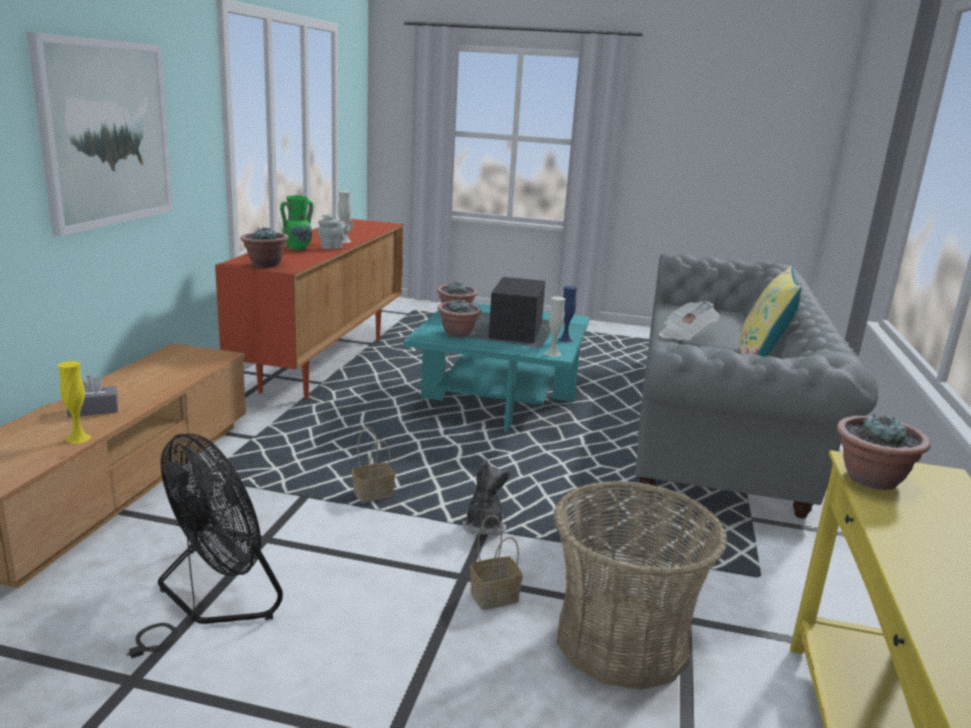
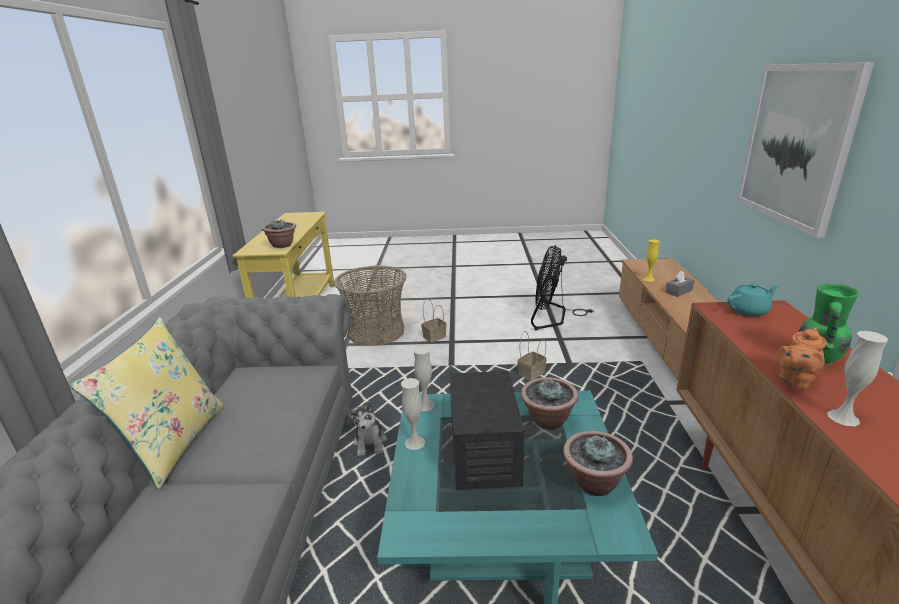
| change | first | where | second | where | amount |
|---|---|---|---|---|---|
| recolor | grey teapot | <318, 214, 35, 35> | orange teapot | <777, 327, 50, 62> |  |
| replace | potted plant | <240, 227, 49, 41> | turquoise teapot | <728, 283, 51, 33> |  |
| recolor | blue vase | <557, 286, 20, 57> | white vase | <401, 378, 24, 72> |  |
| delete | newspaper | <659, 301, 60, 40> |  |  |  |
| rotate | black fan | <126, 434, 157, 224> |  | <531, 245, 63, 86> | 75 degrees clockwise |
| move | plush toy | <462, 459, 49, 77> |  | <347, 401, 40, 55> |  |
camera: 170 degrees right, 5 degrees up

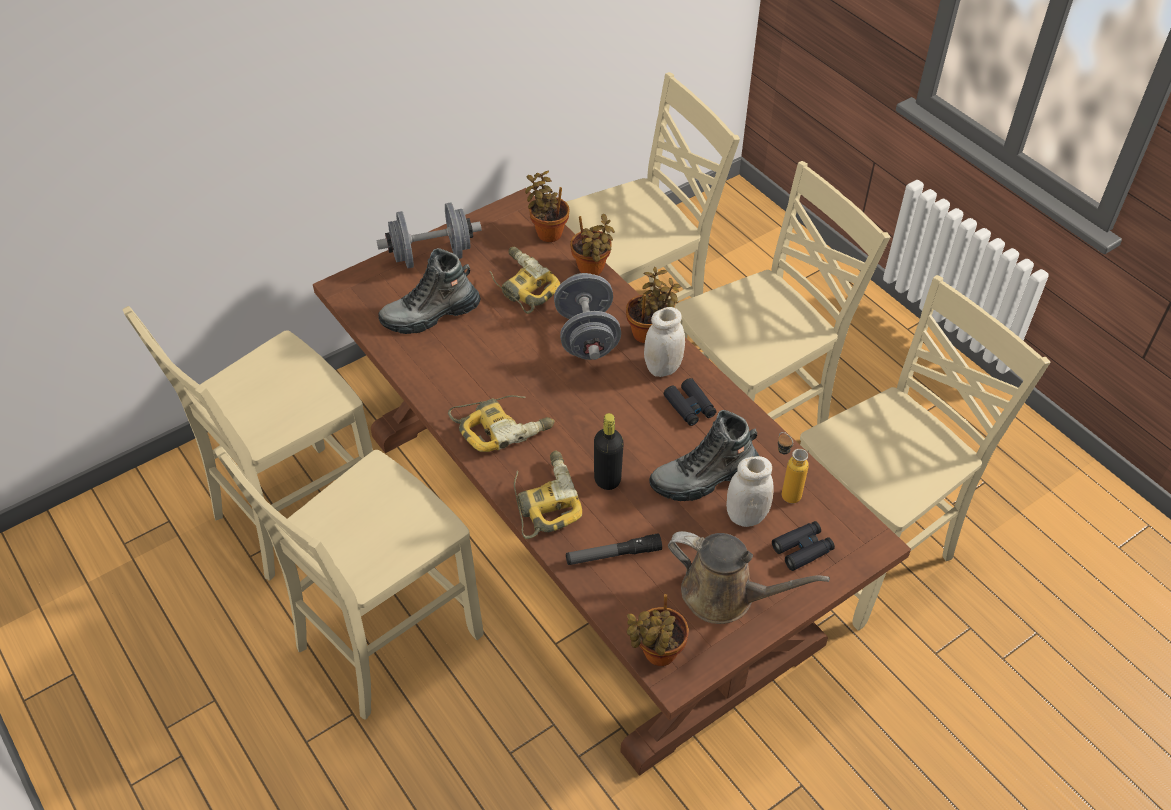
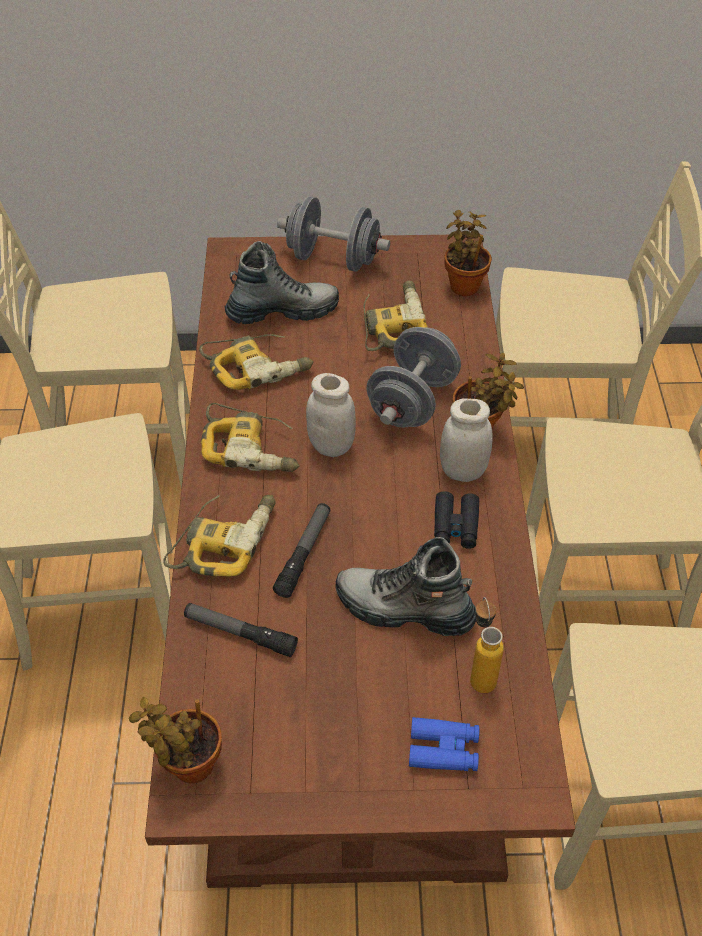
| change | first | where | second | where | amount |
|---|---|---|---|---|---|
| delete | potted plant | <570, 214, 45, 61> |  |  |  |
| rotate | boot | <378, 248, 103, 86> |  | <225, 241, 114, 83> | 150 degrees clockwise |
| replace | black bottle | <594, 413, 30, 77> | flashlight | <273, 503, 57, 95> |  |
| move | white jar | <726, 456, 48, 71> |  | <306, 373, 50, 84> |  |
| recolor | black binoculars | <772, 521, 63, 50> | blue binoculars | <409, 717, 70, 54> |  |
| delete | brown watering can | <668, 531, 162, 93> |  |  |  |
| insert |  |  | power drill | <199, 334, 115, 56> |  |
camera: 35 degrees right, 0 degrees up

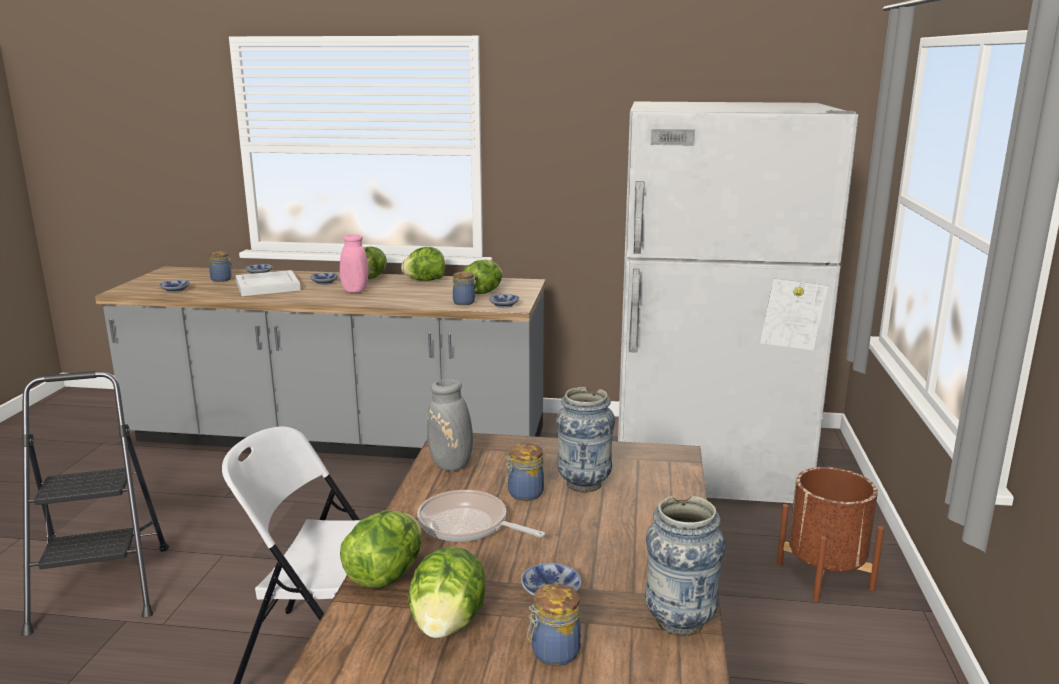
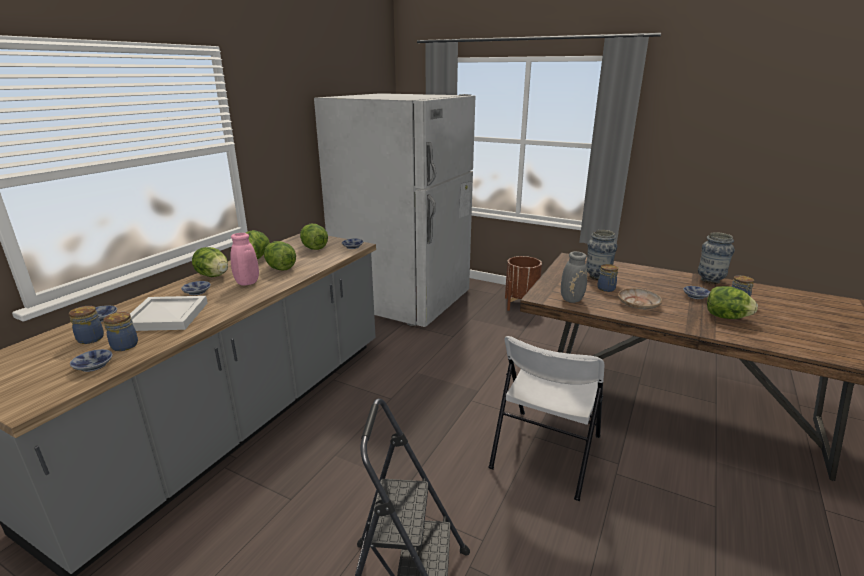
| change | first | where | second | where | amount |
|---|---|---|---|---|---|
| move | jar | <453, 272, 24, 33> |  | <103, 312, 35, 39> |  |
| replace | frying pan | <417, 490, 128, 52> | beige plate | <618, 288, 44, 21> |  |
| move | lettuce | <340, 510, 81, 79> |  | <264, 241, 32, 30> |  |
camera: 70 degrees left, 5 degrees up

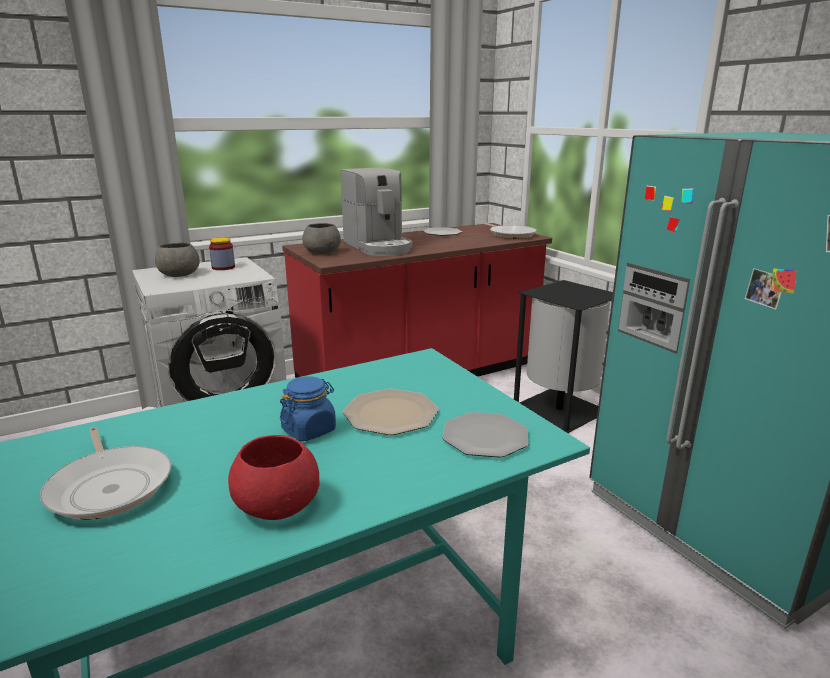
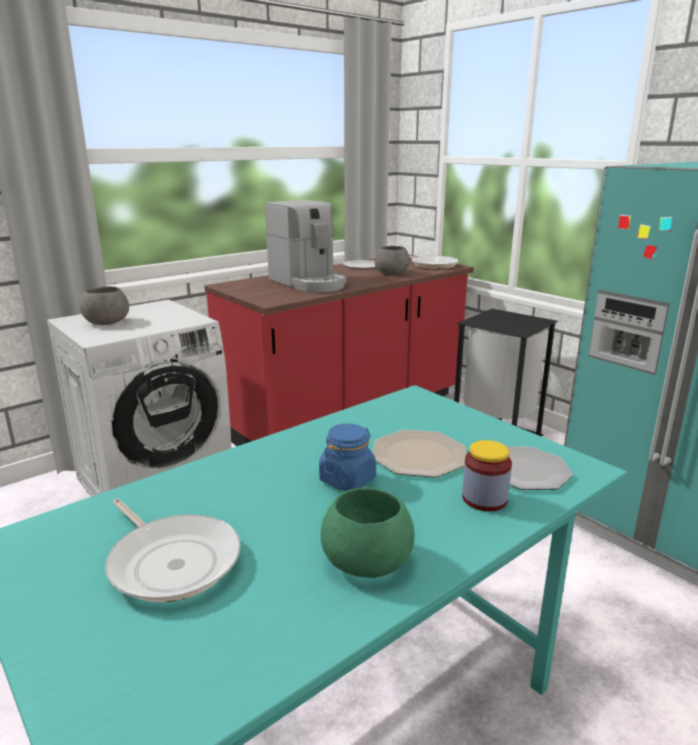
| change | first | where | second | where | amount |
|---|---|---|---|---|---|
| move | grey bowl | <302, 223, 39, 31> |  | <374, 246, 36, 29> |  |
| move | jar | <209, 237, 26, 33> |  | <462, 440, 50, 71> |  |
| recolor | red bowl | <228, 435, 92, 85> | green bowl | <320, 487, 95, 91> |  |
camera: 10 degrees left, 0 degrees up

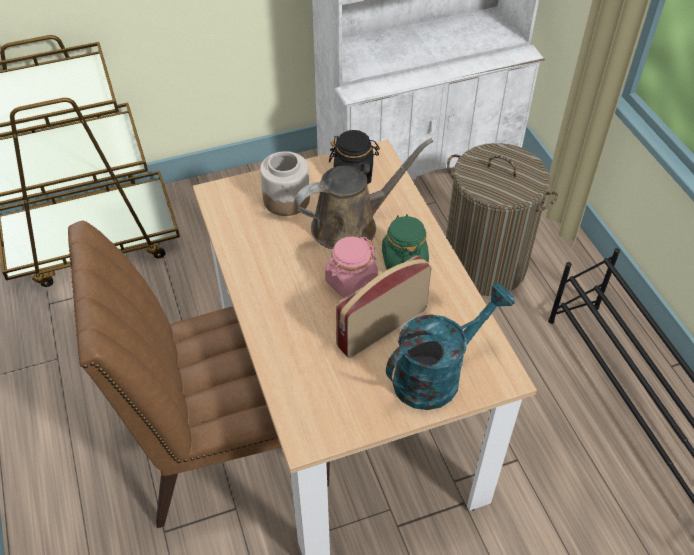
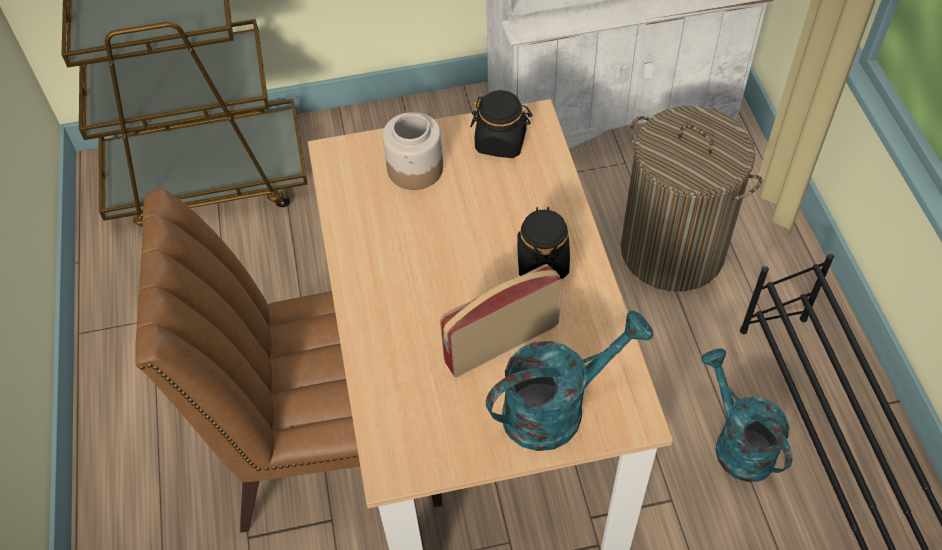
| change | first | where | second | where | amount |
|---|---|---|---|---|---|
| delete | brown watering can | <295, 138, 138, 111> |  |  |  |
| recolor | green jar | <382, 215, 47, 55> | black jar | <517, 207, 53, 72> |  |
| delete | pink jar | <325, 236, 53, 62> |  |  |  |
| insert |  |  | turquoise watering can | <701, 348, 92, 134> |  |
camera: 10 degrees right, 5 degrees up

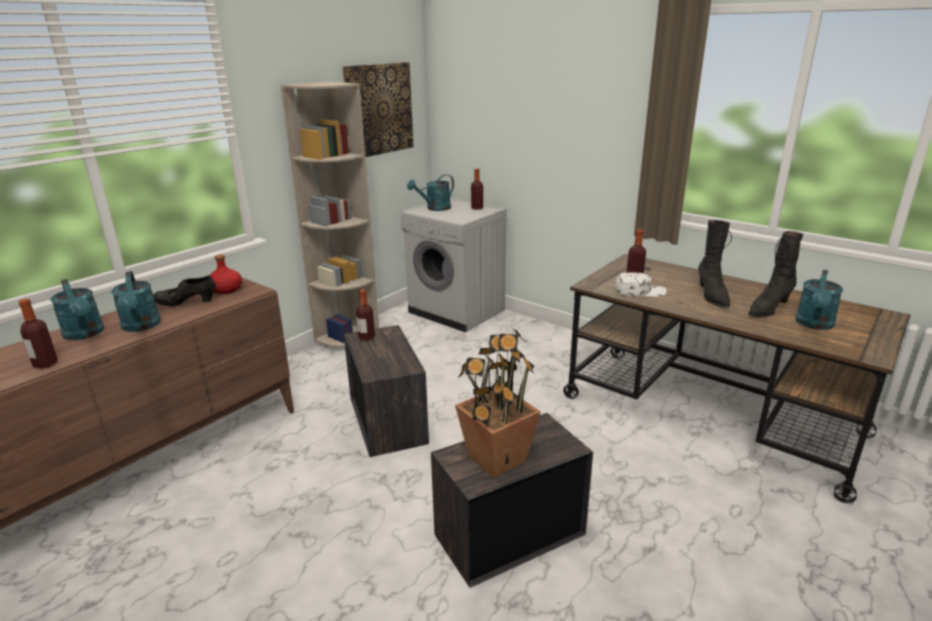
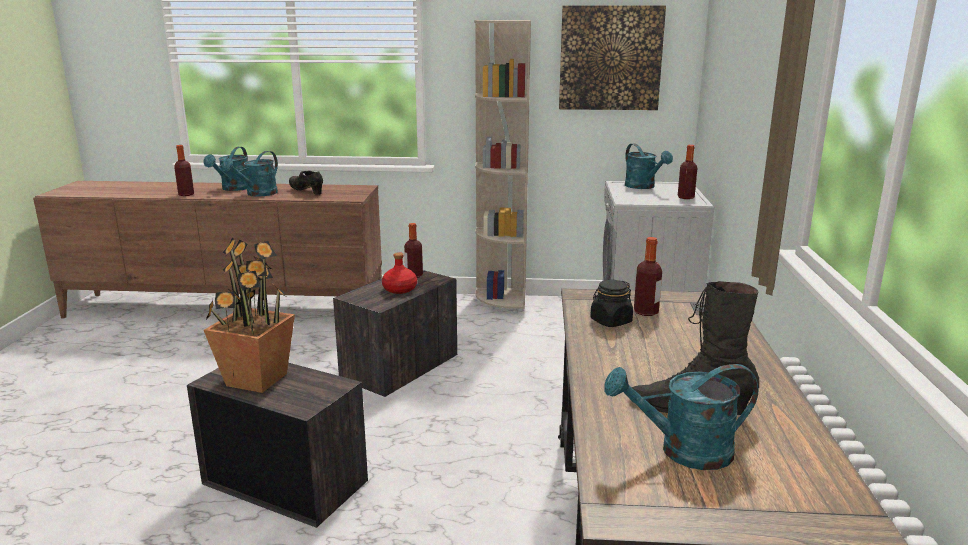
| change | first | where | second | where | amount |
|---|---|---|---|---|---|
| rotate | turquoise watering can | <407, 174, 47, 37> |  | <625, 144, 48, 45> | 135 degrees counterclockwise |
| delete | black boot | <698, 220, 34, 87> |  |  |  |
| move | red bottle | <210, 254, 32, 40> |  | <382, 252, 35, 42> |  |
| replace | white cap | <615, 272, 52, 25> | black jar | <590, 280, 43, 47> |  |
camera: 55 degrees right, 5 degrees down

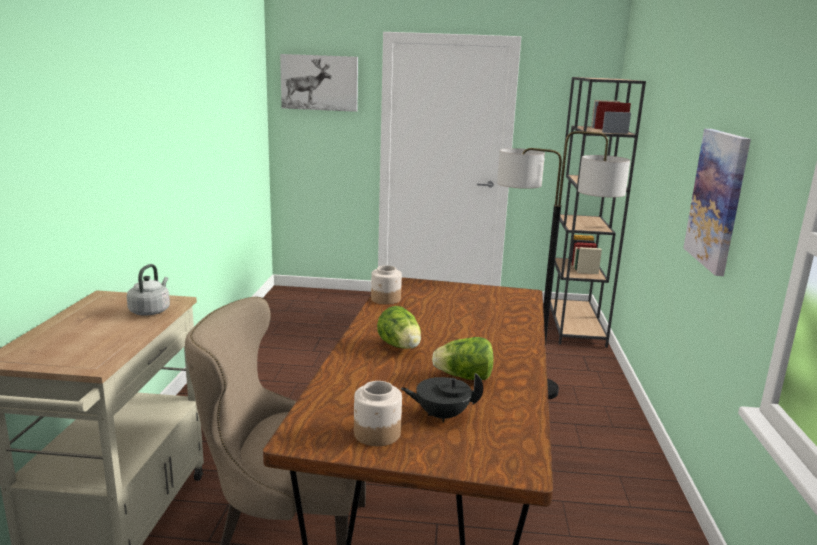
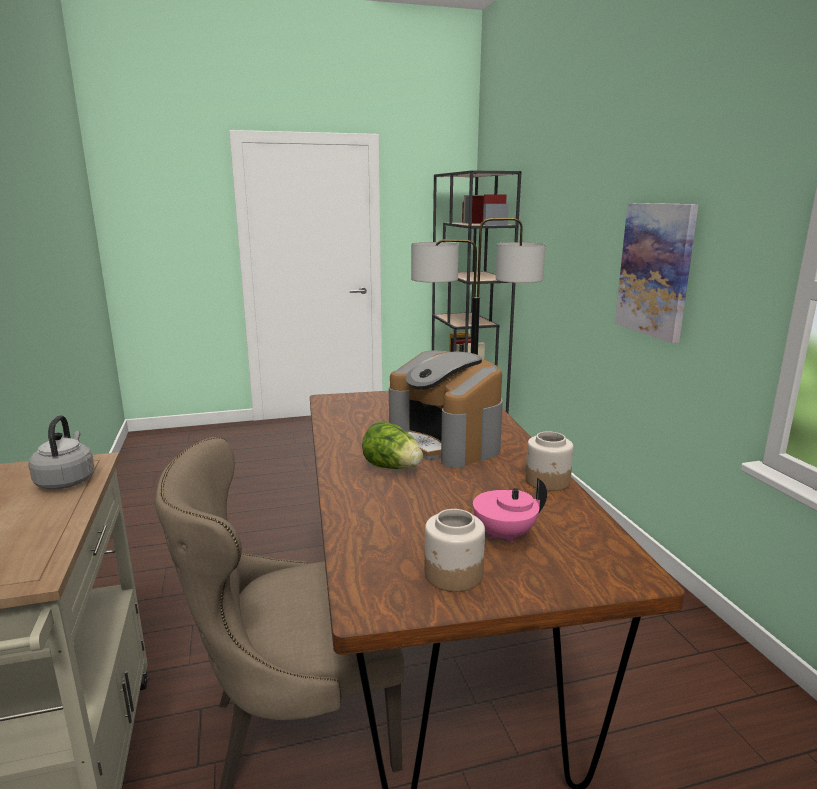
| change | first | where | second | where | amount |
|---|---|---|---|---|---|
| delete | picture | <280, 54, 78, 58> |  |  |  |
| move | jar | <371, 265, 31, 40> |  | <525, 431, 49, 60> |  |
| delete | lettuce | <432, 337, 62, 43> |  |  |  |
| recolor | black teapot | <401, 373, 82, 50> | pink teapot | <473, 478, 74, 65> |  |
| insert |  |  | coffee machine | <389, 351, 114, 117> |  |
camera: 20 degrees left, 0 degrees up

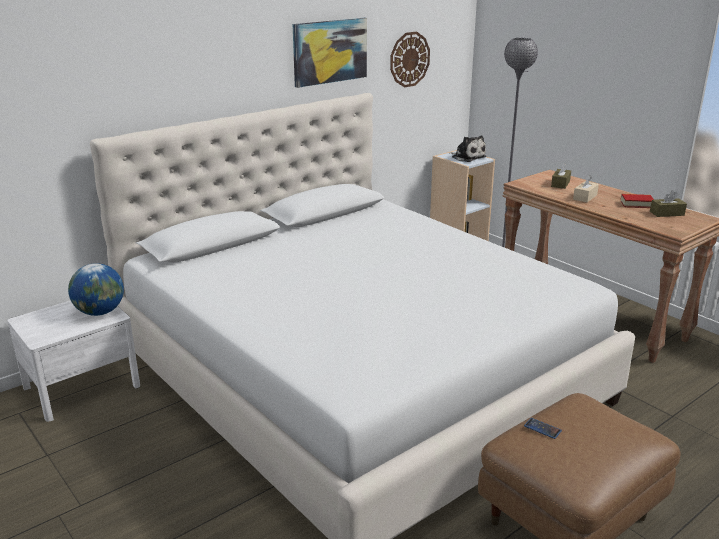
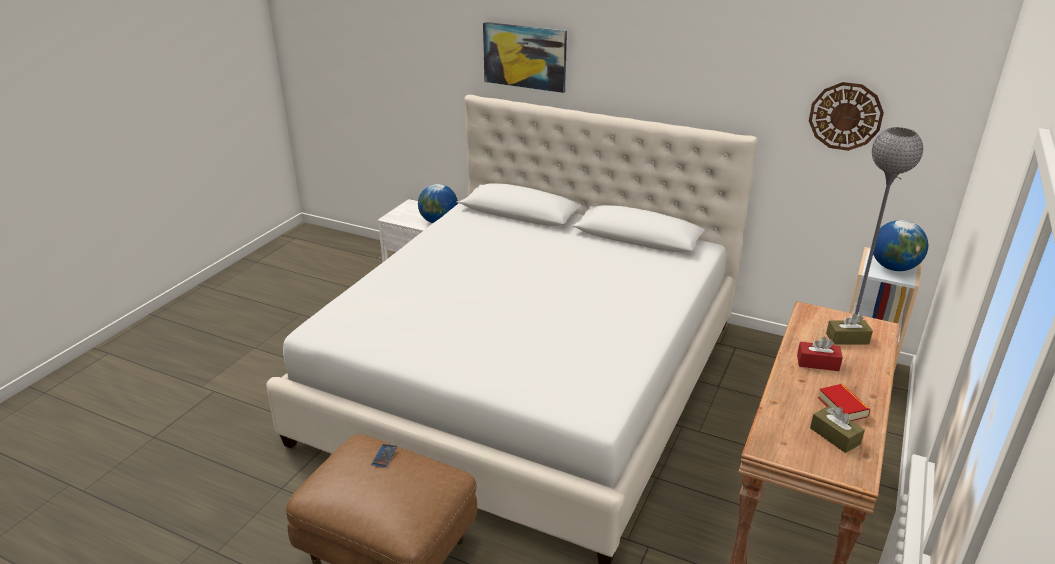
| change | first | where | second | where | amount |
|---|---|---|---|---|---|
| move | picture | <293, 18, 74, 70> |  | <483, 22, 84, 71> |  |
| replace | plush toy | <449, 135, 37, 27> | globe | <872, 220, 56, 51> |  |
| recolor | beige tissue box | <573, 175, 26, 27> | red tissue box | <797, 336, 46, 35> |  |
camera: 65 degrees right, 5 degrees up

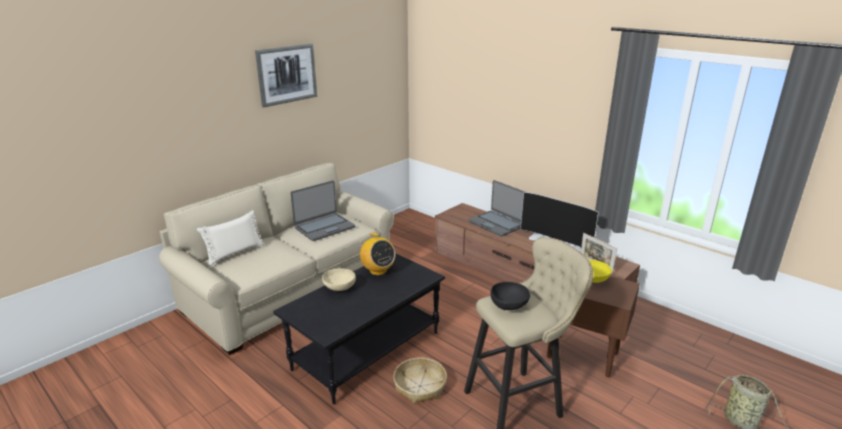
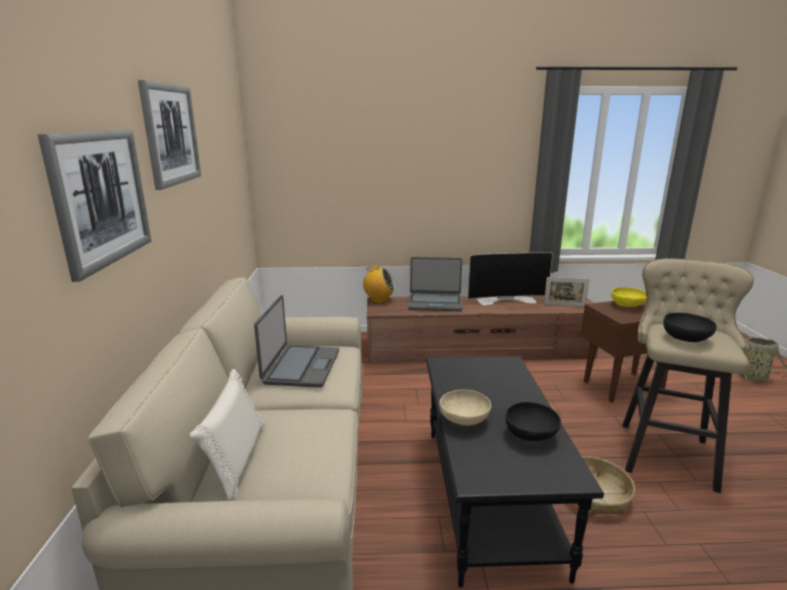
| change | first | where | second | where | amount |
|---|---|---|---|---|---|
| move | radio | <359, 233, 36, 42> |  | <362, 265, 33, 38> |  |
| insert |  |  | picture | <38, 130, 113, 152> |  |
| insert |  |  | black bowl | <506, 402, 55, 39> |  |
camera: 45 degrees left, 5 degrees down

